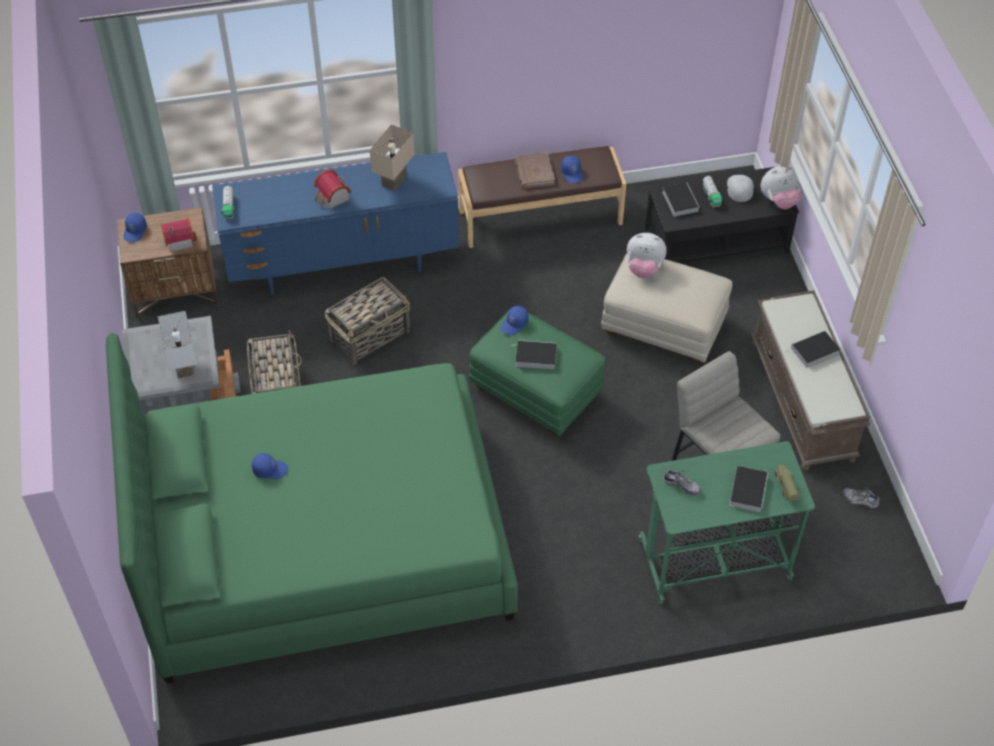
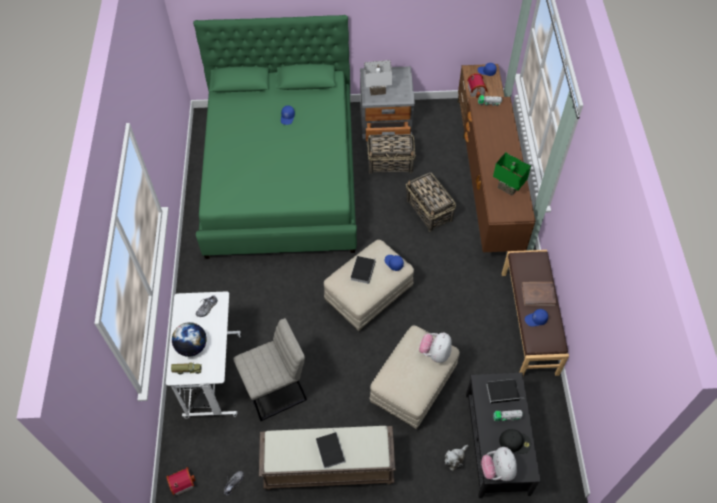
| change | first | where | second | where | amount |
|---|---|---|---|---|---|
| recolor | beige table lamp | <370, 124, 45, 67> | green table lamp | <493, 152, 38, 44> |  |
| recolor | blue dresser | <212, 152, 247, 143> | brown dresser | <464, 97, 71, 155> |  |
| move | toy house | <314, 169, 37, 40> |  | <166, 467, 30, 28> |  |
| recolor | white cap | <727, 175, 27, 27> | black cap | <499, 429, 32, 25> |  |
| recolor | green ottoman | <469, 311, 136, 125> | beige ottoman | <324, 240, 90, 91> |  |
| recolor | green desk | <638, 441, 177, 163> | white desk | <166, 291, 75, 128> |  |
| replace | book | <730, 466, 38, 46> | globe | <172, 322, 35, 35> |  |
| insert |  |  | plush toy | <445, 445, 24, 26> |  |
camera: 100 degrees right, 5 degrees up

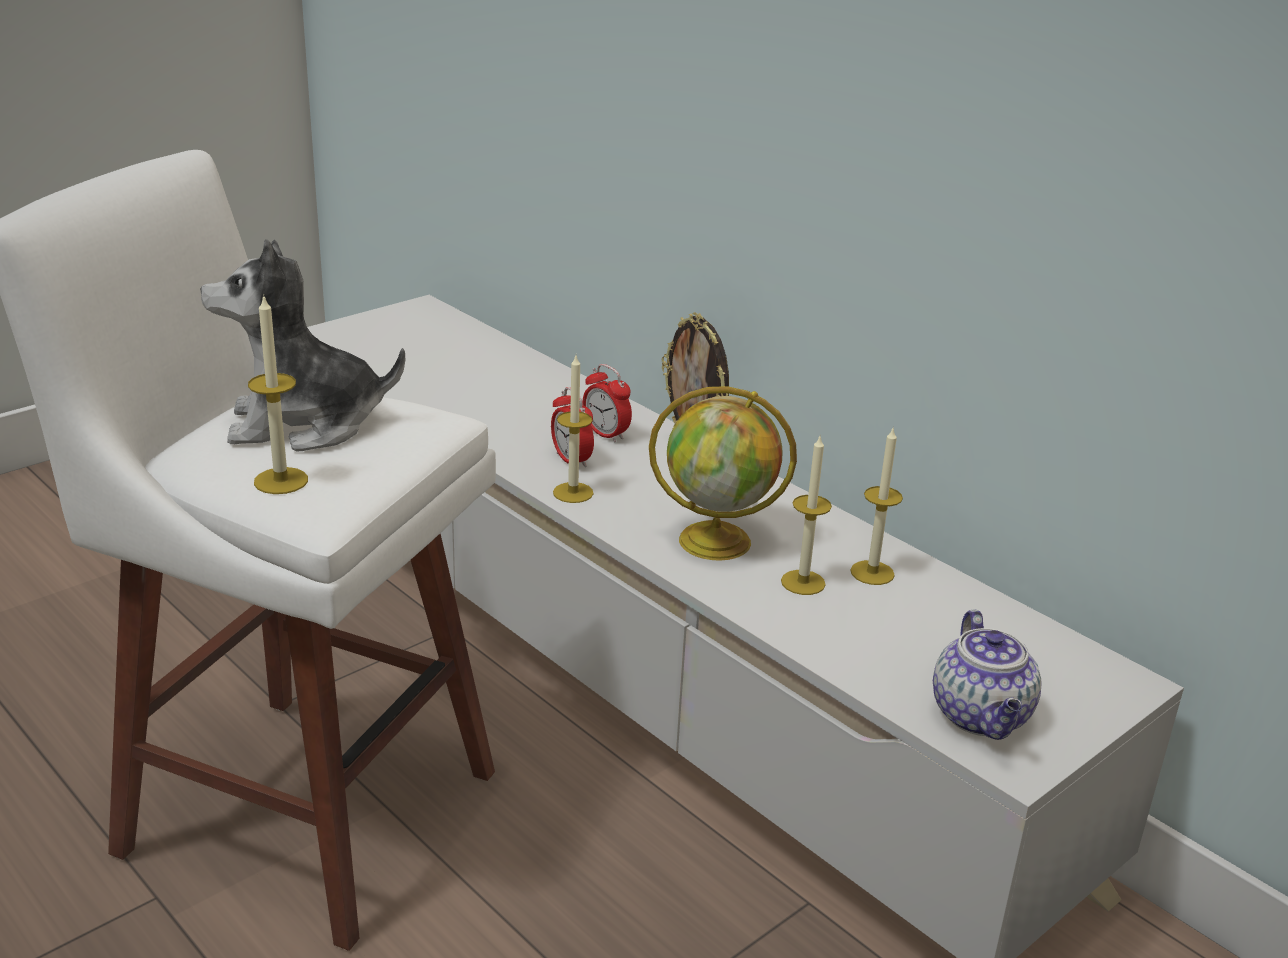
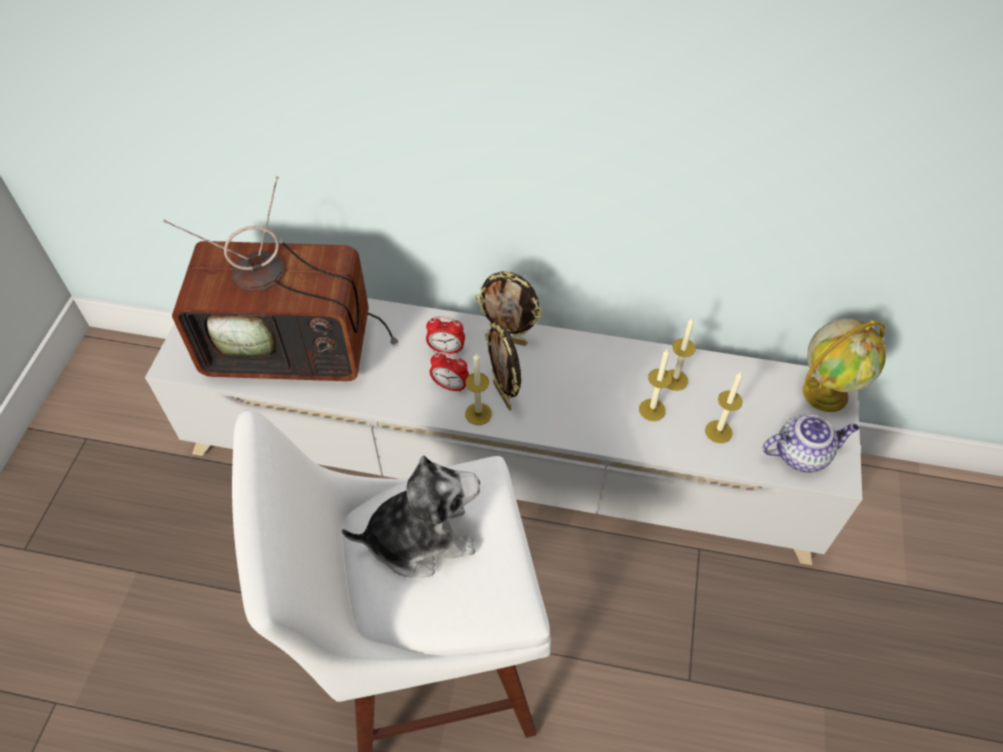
| change | first | where | second | where | amount |
|---|---|---|---|---|---|
| rotate | plush toy | <201, 239, 205, 212> |  | <342, 456, 138, 122> | 150 degrees counterclockwise |
| move | candle | <248, 294, 60, 200> |  | <705, 372, 38, 71> |  |
| move | globe | <649, 386, 148, 175> |  | <803, 319, 83, 93> |  |
| rotate | teapot | <933, 610, 108, 130> |  | <762, 414, 97, 59> | 60 degrees counterclockwise |
| insert |  |  | television | <163, 176, 235, 205> |  |
| insert |  |  | picture frame | <485, 322, 36, 89> |  |
camera: 35 degrees left, 25 degrees up

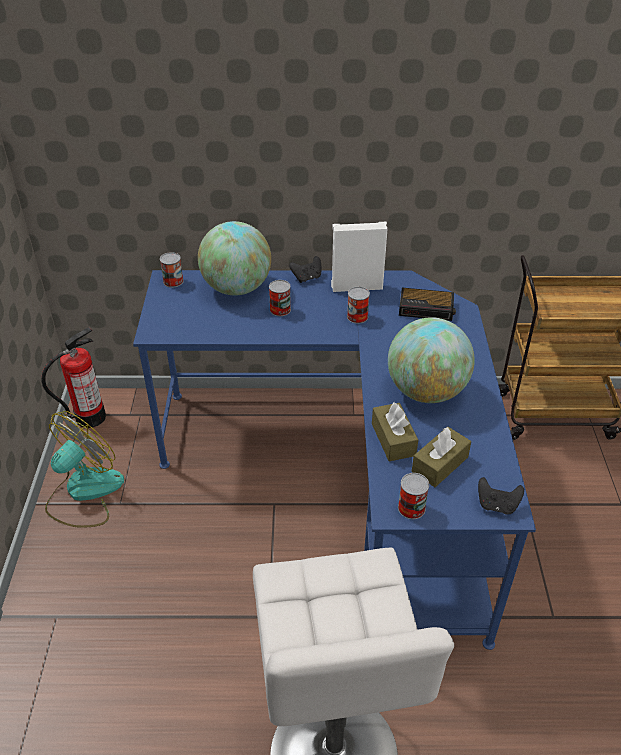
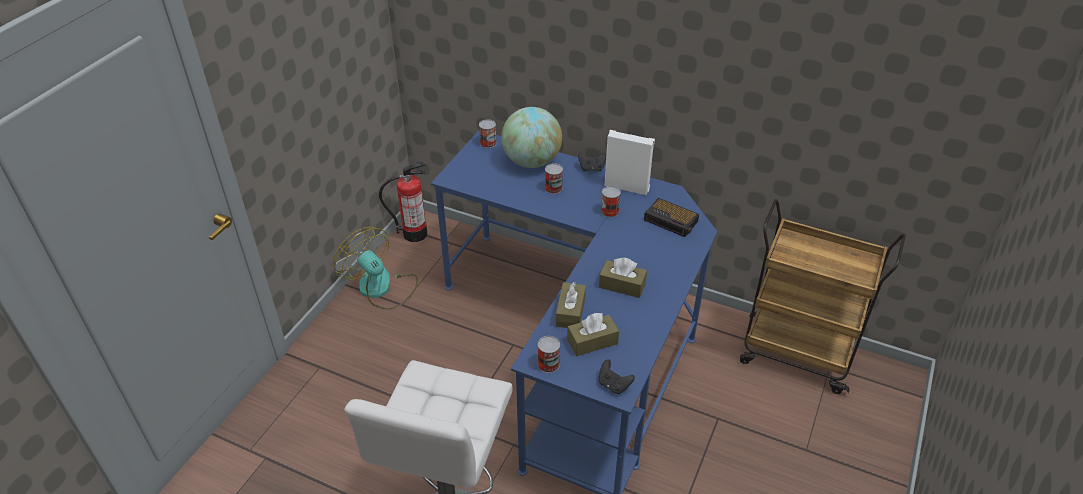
| change | first | where | second | where | amount |
|---|---|---|---|---|---|
| replace | globe | <388, 317, 87, 86> | brown tissue box | <599, 258, 48, 40> |  |
| rotate | fan | <45, 411, 79, 117> |  | <333, 227, 85, 83> | 105 degrees counterclockwise |
camera: 25 degrees right, 0 degrees up

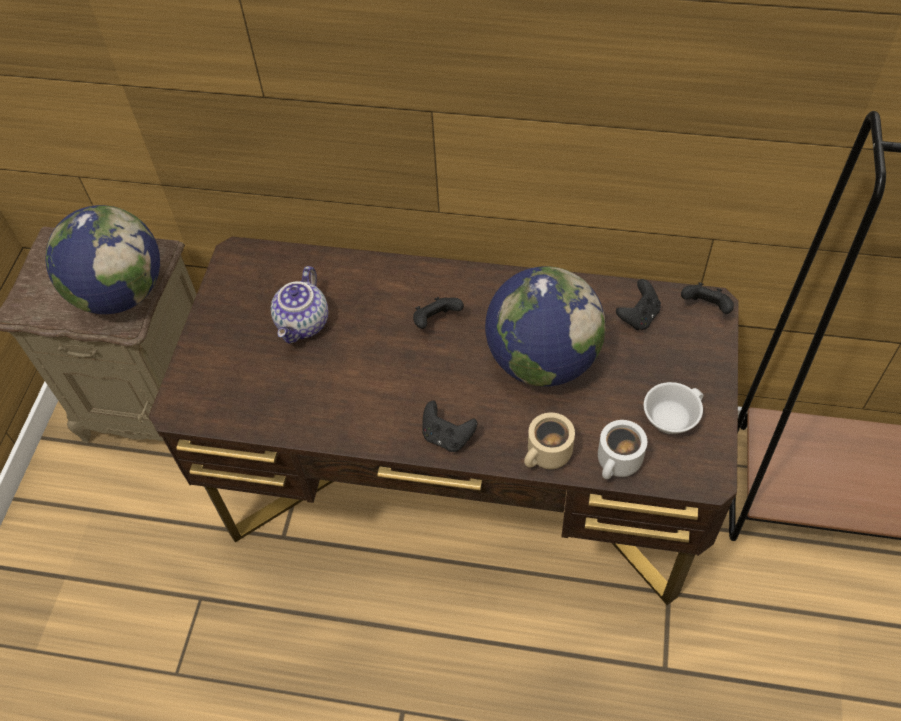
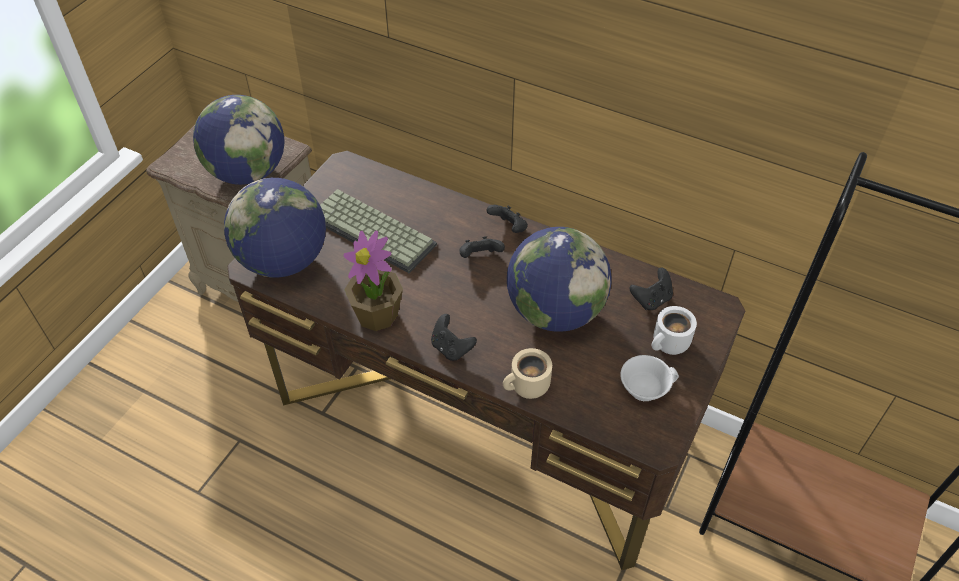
| change | first | where | second | where | amount |
|---|---|---|---|---|---|
| replace | teapot | <271, 266, 57, 78> | keyboard | <320, 189, 117, 84> |  |
| move | black game controller | <681, 282, 53, 32> |  | <486, 205, 42, 28> |  |
| move | white mug | <598, 420, 49, 59> |  | <652, 306, 45, 49> |  |
| insert |  |  | globe | <224, 178, 102, 99> |  |
| insert |  |  | potted plant | <343, 231, 60, 100> |  |
camera: 15 degrees right, 5 degrees down

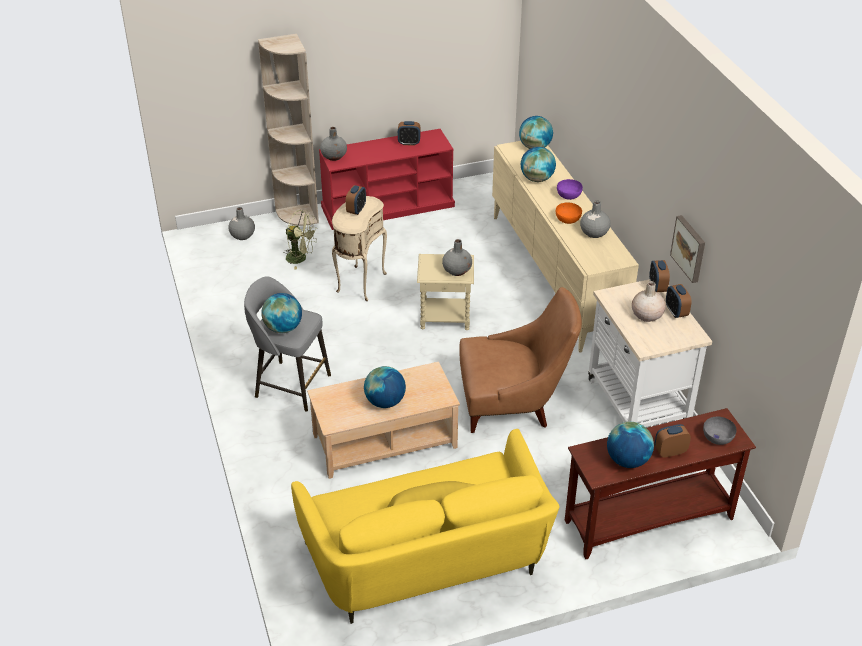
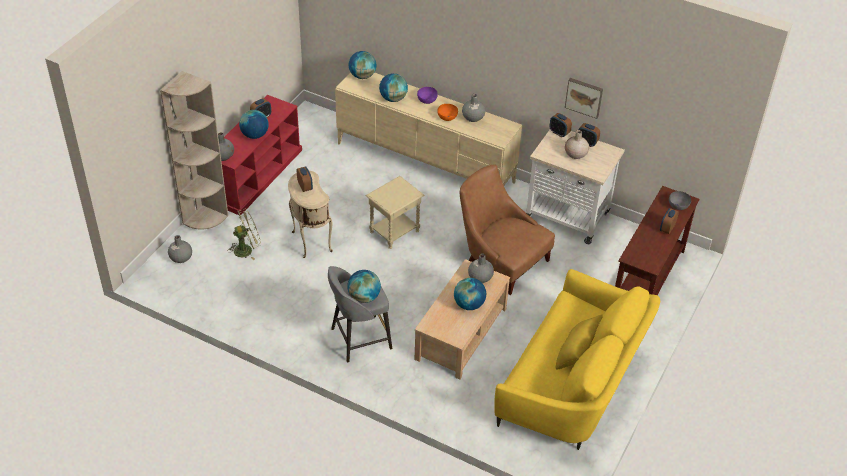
| change | first | where | second | where | amount |
|---|---|---|---|---|---|
| move | grey vase | <442, 239, 30, 37> |  | <468, 254, 26, 29> |  |
| rotate | brown armchair | <459, 287, 123, 146> |  | <460, 164, 95, 131> | 90 degrees counterclockwise |
| move | globe | <607, 422, 47, 46> |  | <239, 110, 30, 29> |  |
camera: 45 degrees left, 5 degrees up

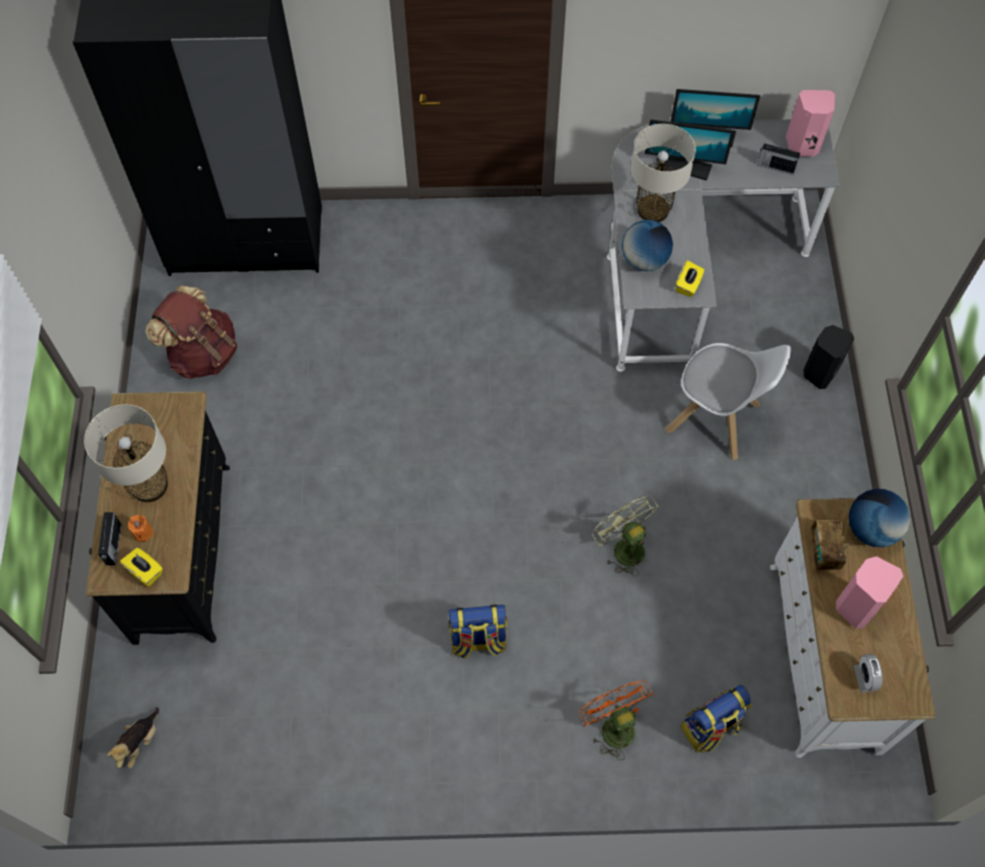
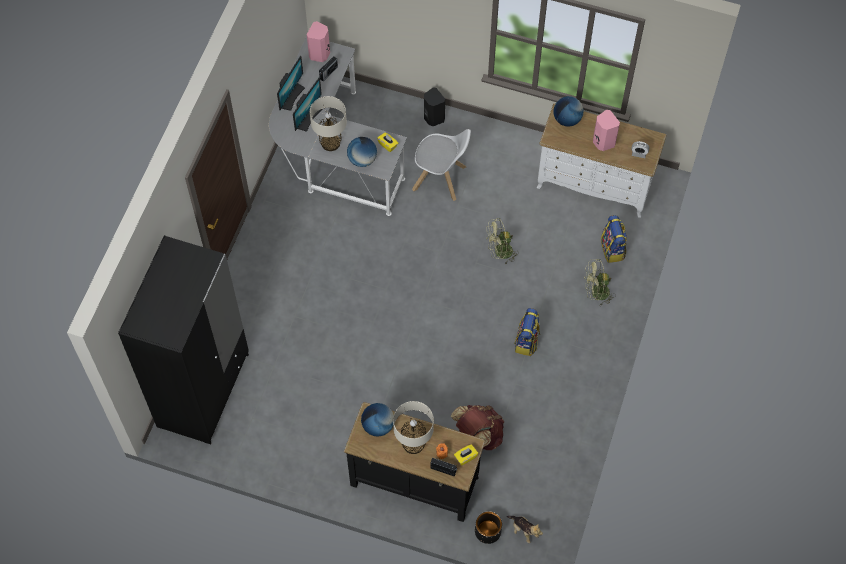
| change | first | where | second | where | amount |
|---|---|---|---|---|---|
| move | brown backpack | <145, 285, 92, 95> |  | <451, 405, 53, 45> |  |
| rotate | chair | <665, 343, 126, 117> |  | <412, 129, 59, 72> | 60 degrees clockwise |
| delete | radio | <810, 519, 38, 51> |  |  |  |
| recolor | orange fan | <579, 680, 74, 80> | green fan | <584, 259, 32, 47> |  |
| insert |  |  | globe | <361, 403, 33, 34> |  |
| insert |  |  | black planter | <475, 511, 27, 33> |  |
camera: 70 degrees left, 0 degrees up

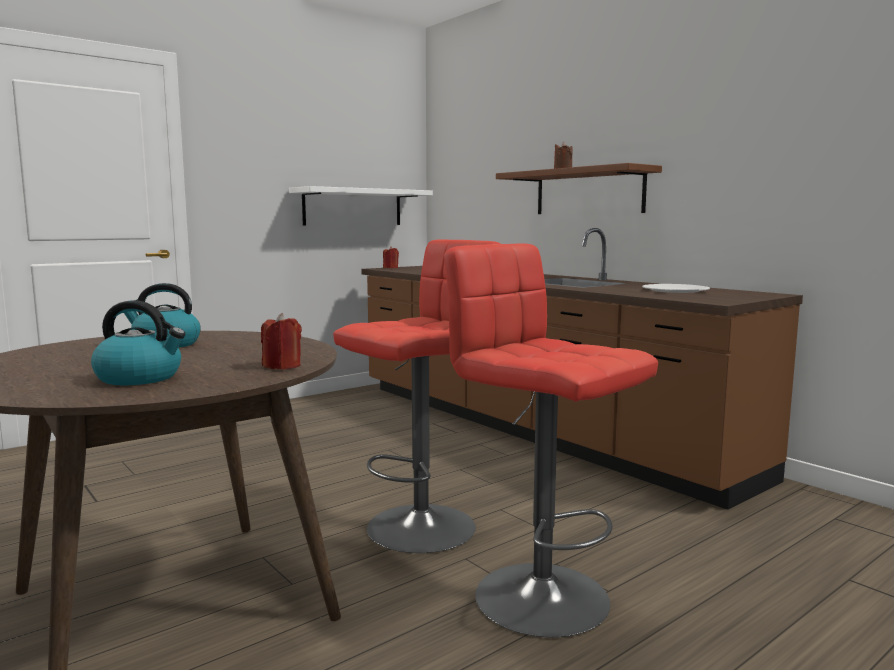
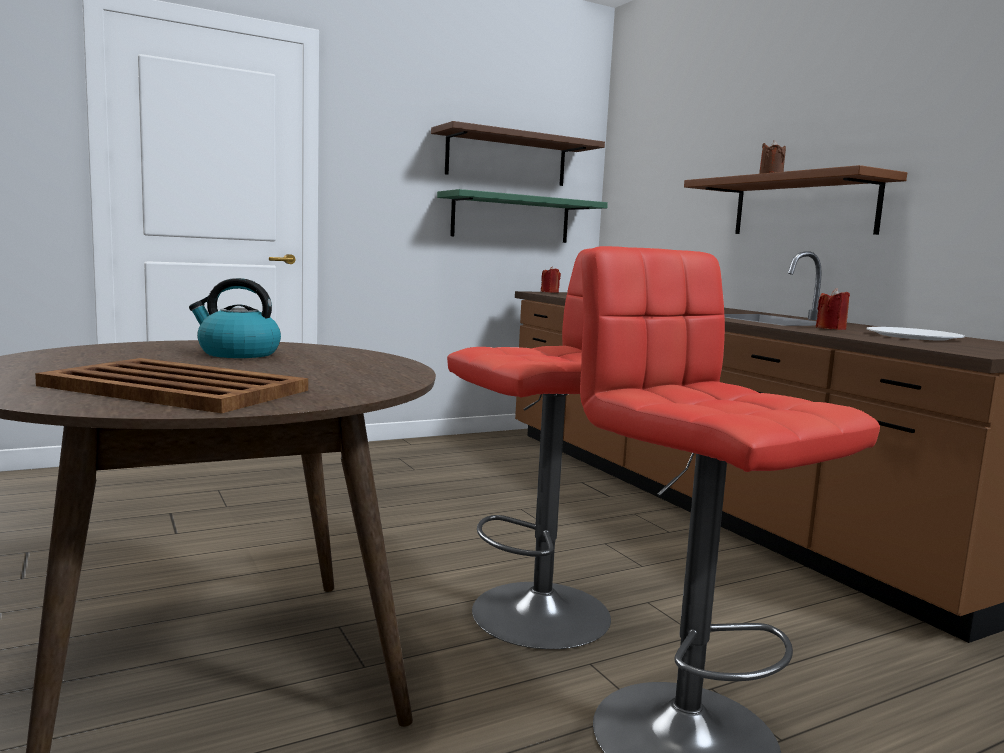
| change | first | where | second | where | amount |
|---|---|---|---|---|---|
| recolor | white shelf | <289, 186, 144, 39> | green shelf | <437, 189, 171, 54> |  |
| replace | kettle | <91, 300, 95, 85> | brown tray | <35, 358, 273, 55> |  |
| move | red candle | <261, 313, 41, 57> |  | <816, 288, 34, 42> |  |
| insert |  |  | brown shelf | <431, 121, 174, 65> |  |
camera: 10 degrees right, 0 degrees up

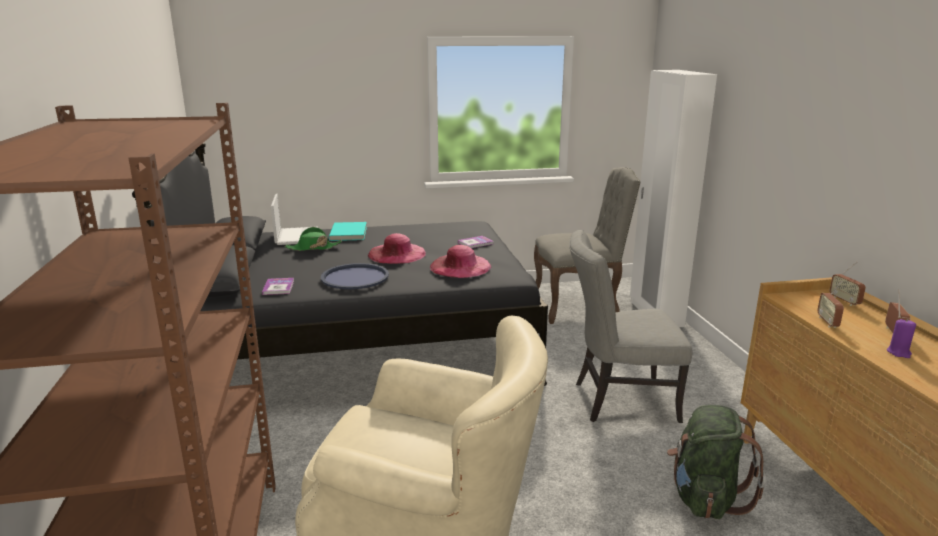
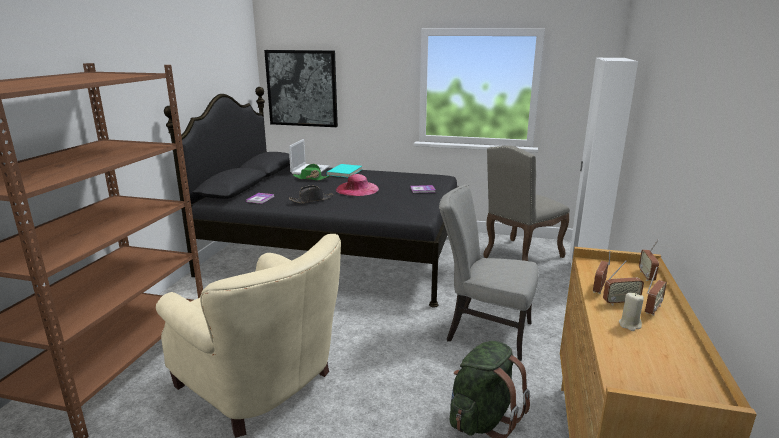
| change | first | where | second | where | amount |
|---|---|---|---|---|---|
| rotate | grey chair | <534, 167, 106, 157> |  | <483, 146, 87, 115> | 120 degrees clockwise |
| delete | pink hat | <430, 245, 61, 33> |  |  |  |
| replace | blue tray | <321, 263, 68, 26> | black hat | <289, 186, 45, 17> |  |
| recolor | purple candle | <887, 319, 29, 39> | beige candle | <619, 293, 25, 38> |  |
| insert |  |  | picture | <264, 50, 74, 77> |  |
| insert |  |  | radio | <603, 260, 41, 46> |  |
camera: 25 degrees right, 0 degrees up

